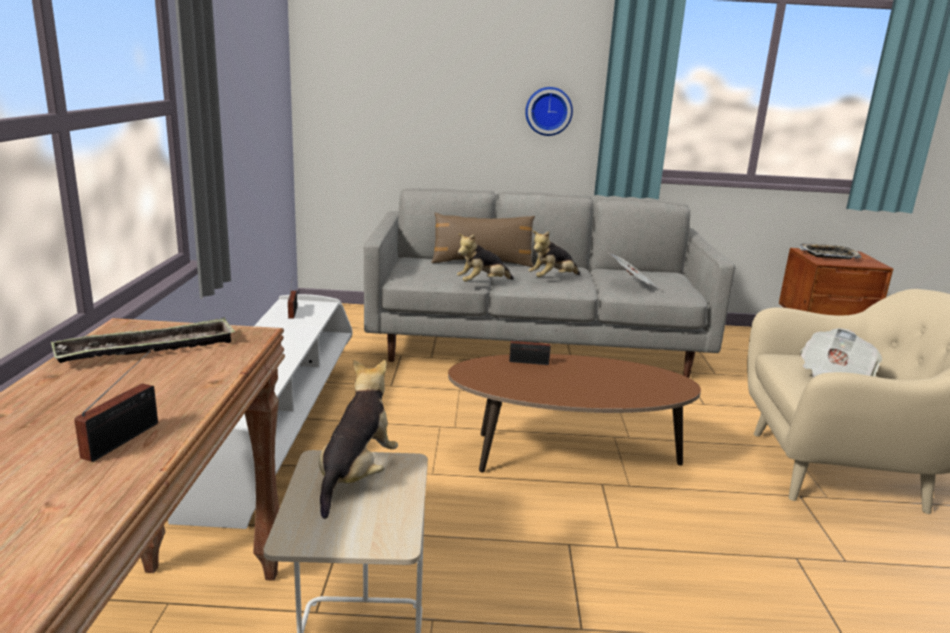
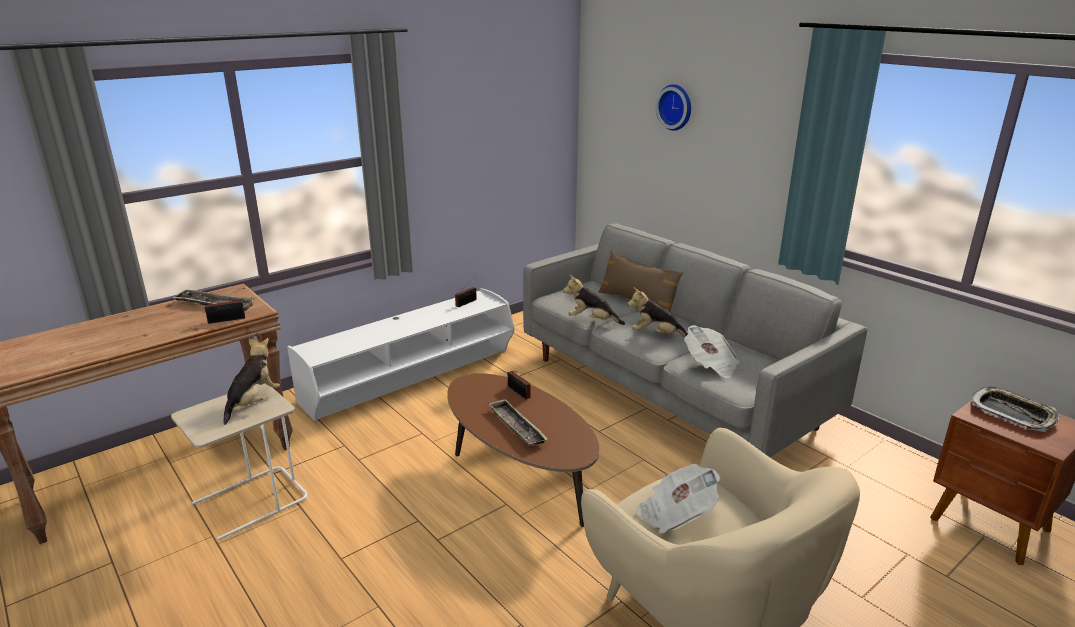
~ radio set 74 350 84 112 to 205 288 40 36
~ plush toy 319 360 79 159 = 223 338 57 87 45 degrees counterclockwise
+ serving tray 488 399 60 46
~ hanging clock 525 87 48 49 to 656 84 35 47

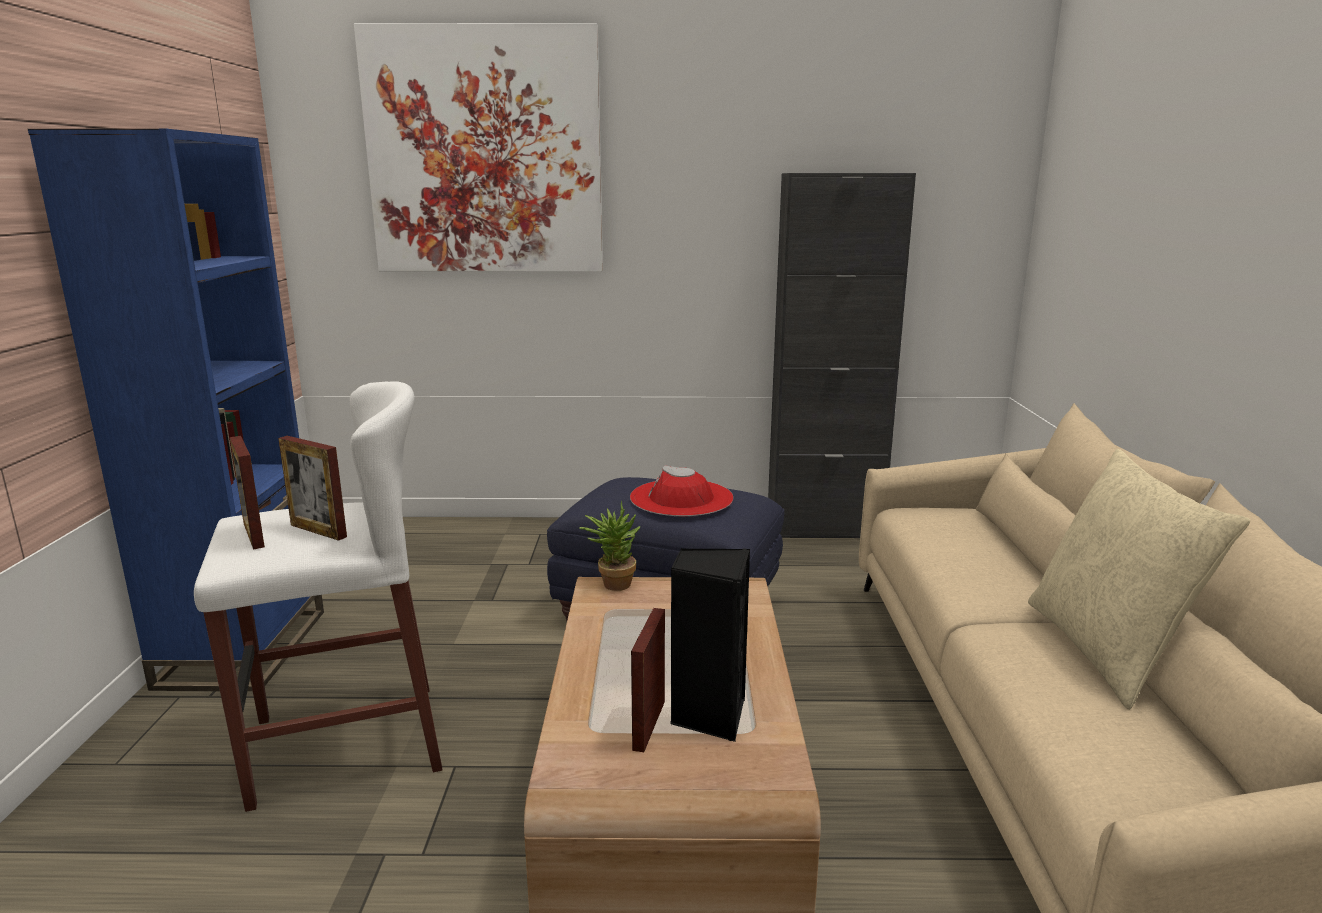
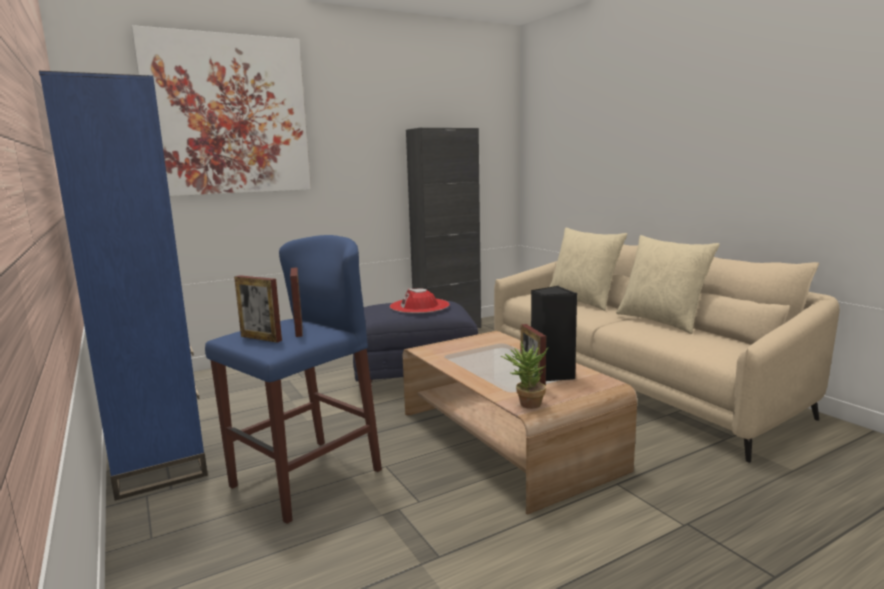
~ whitish stool 194 382 249 430 to blue-coloured stool 205 235 177 289
~ picture frame 278 436 69 105 = 290 267 13 70 75 degrees clockwise
~ potted plant 580 500 61 91 to 501 341 48 68
+ sand-coloured cushion 550 227 77 84

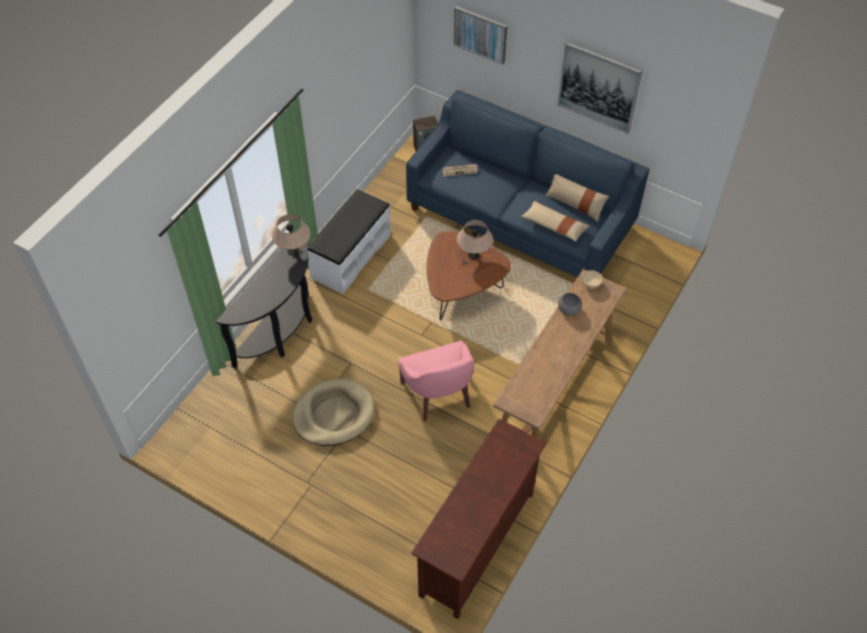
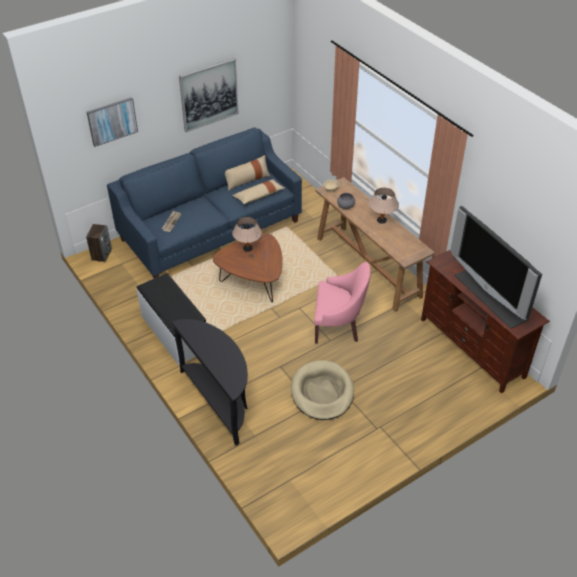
~ sand-coloured tabletop lamp 272 214 38 42 to 368 188 31 36
+ TV 450 206 92 123

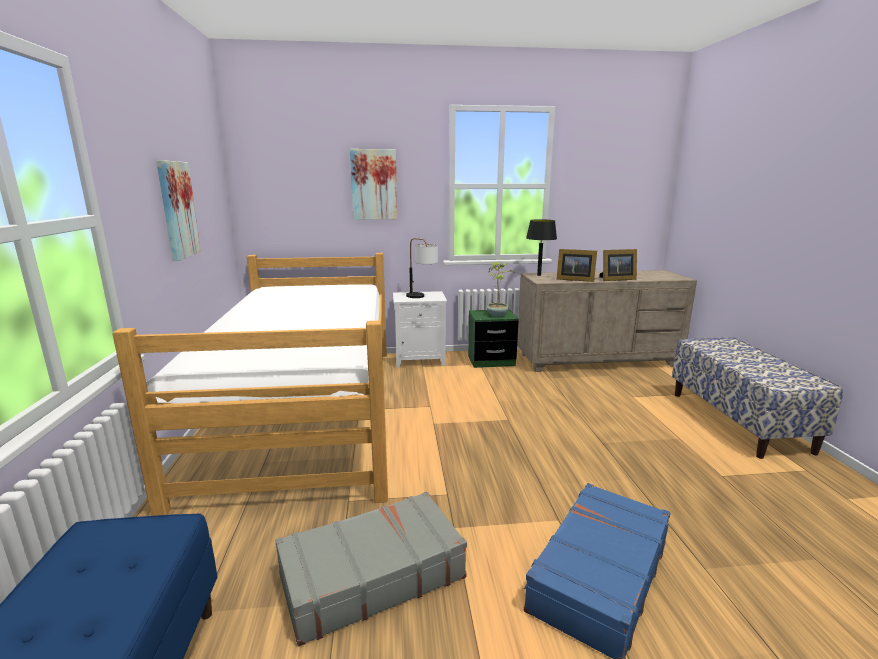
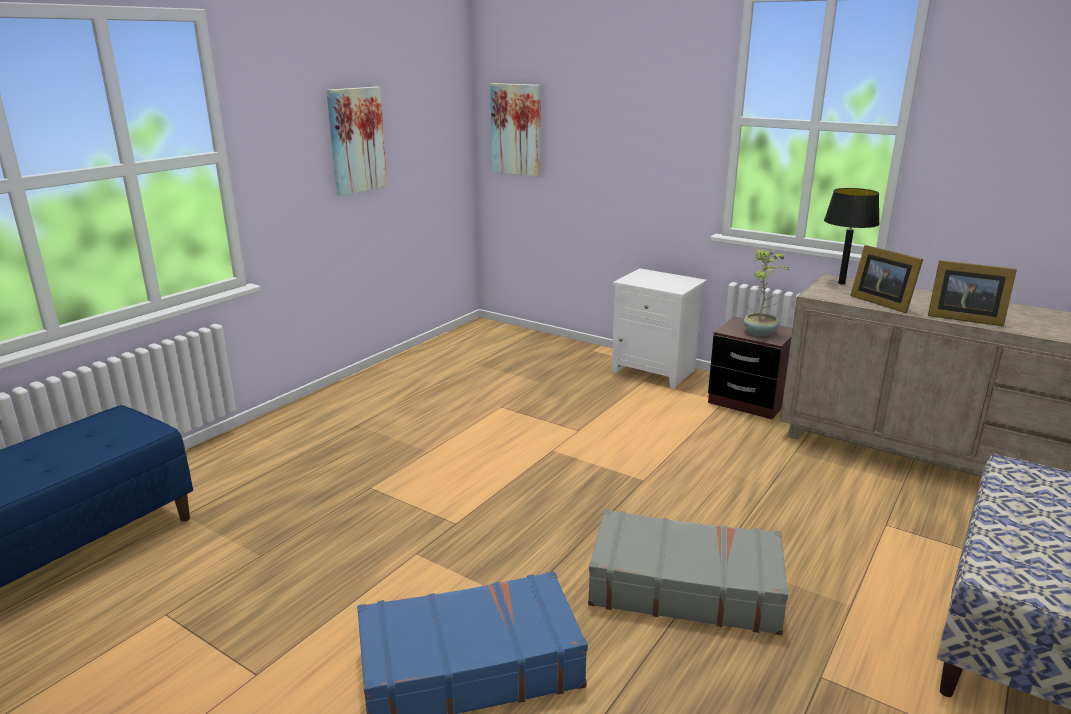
~ picture 350 149 47 71 to 490 83 51 94
~ grey travel case 275 492 192 154 to 588 509 201 126
~ greenish nightstand 468 309 51 59 to brownish nightstand 708 317 85 103
- sleeping bed 112 253 276 263
- tabletop lamp 406 238 32 60

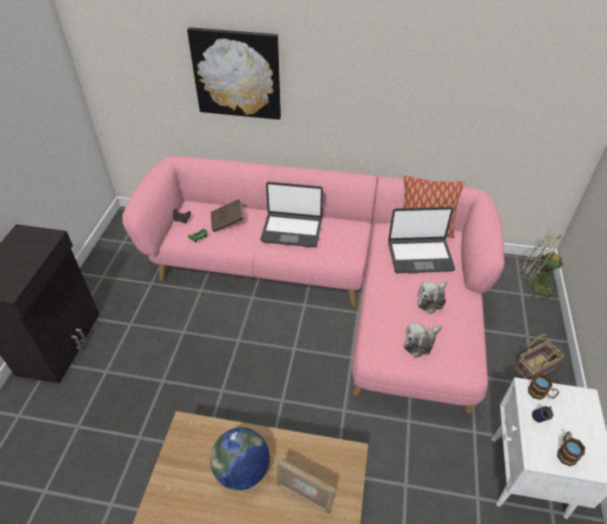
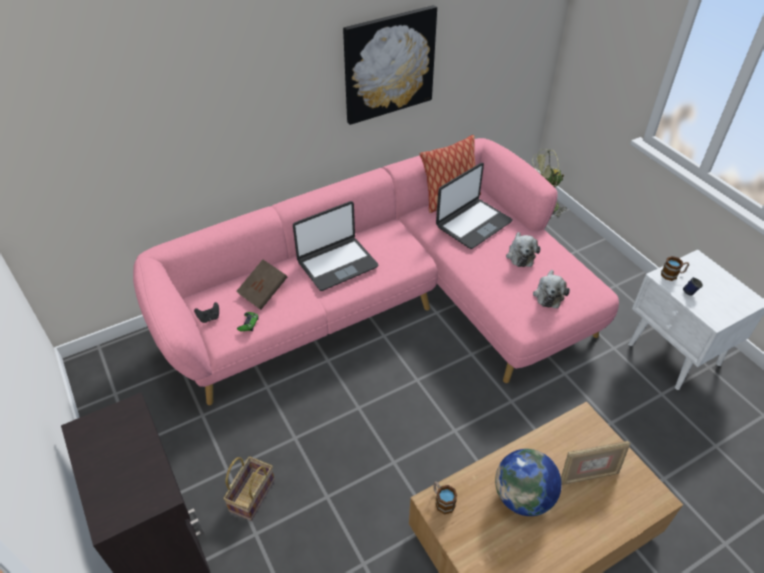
~ household basket 515 334 49 46 to 223 457 52 64
~ picture 187 27 94 93 to 343 5 94 120
~ coffee mug 557 431 28 35 to 433 481 24 33

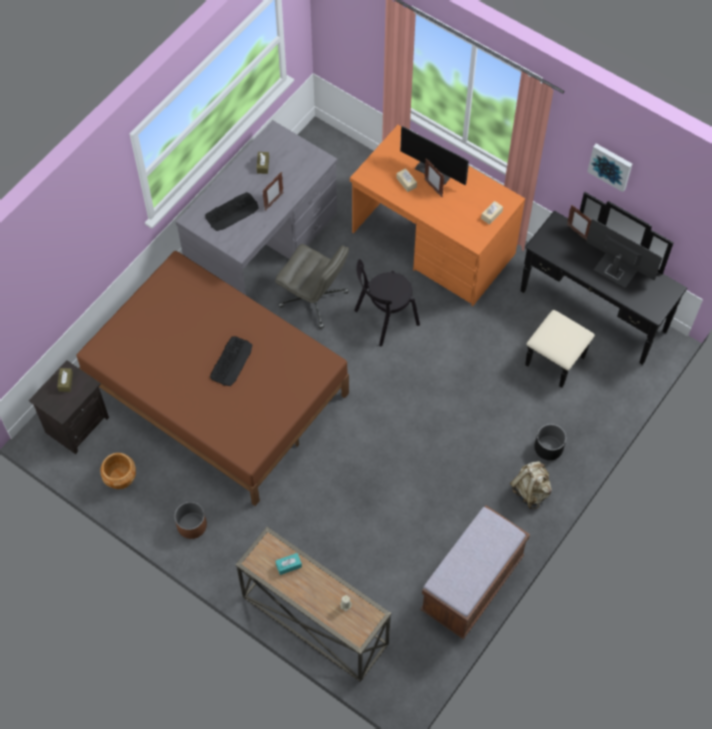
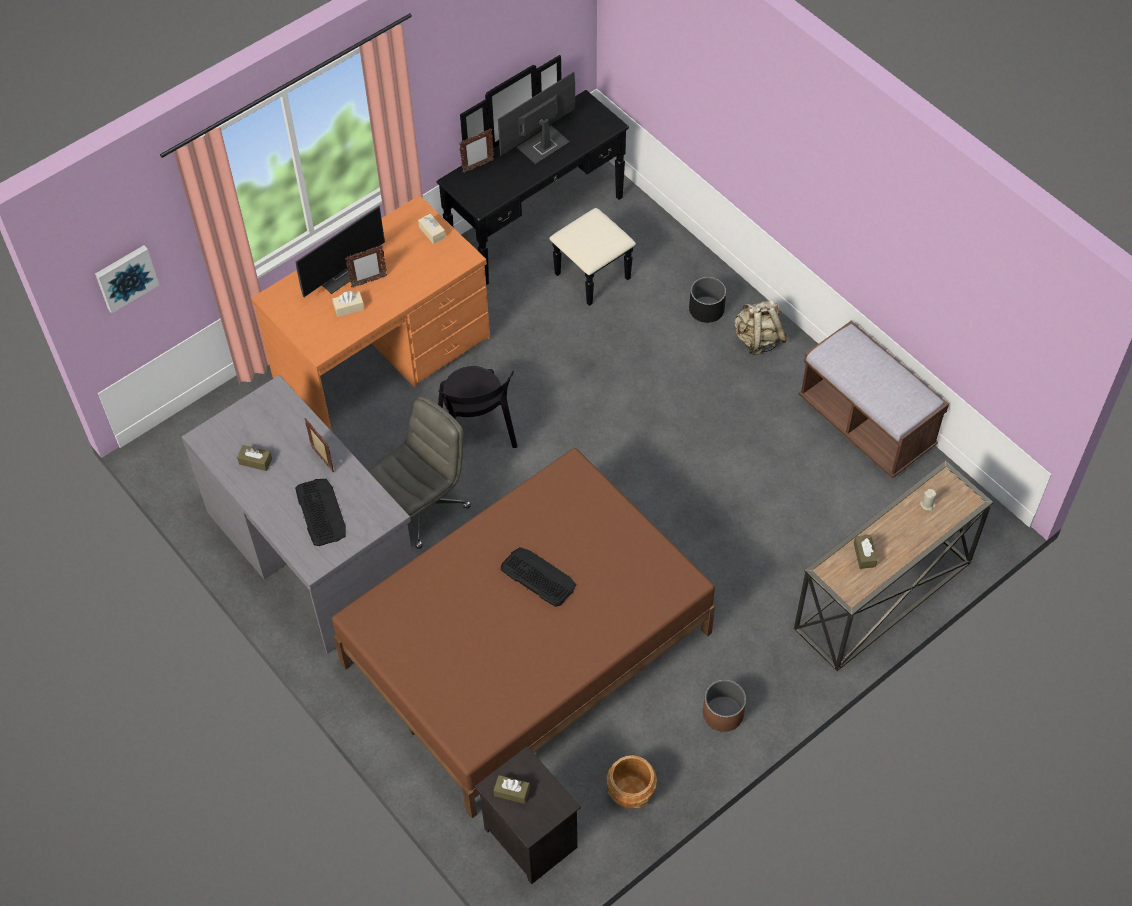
~ picture 587 144 45 48 to 95 245 64 68
~ turquoise-coloured tissue holder 275 553 27 22 to brownish tissue holder 854 535 23 34

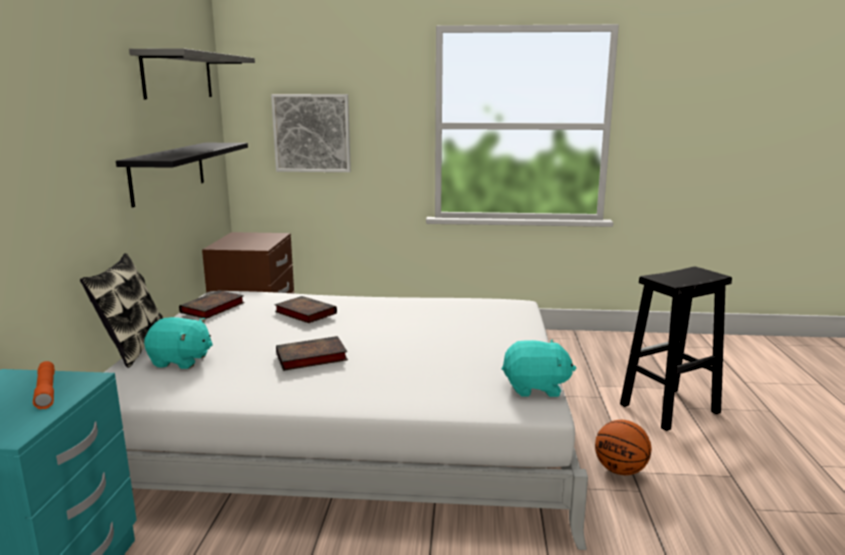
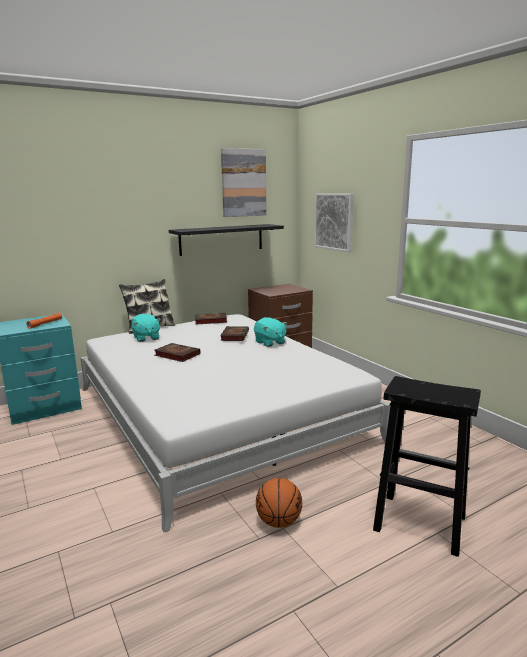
~ grey shelf 129 48 126 51 to picture 221 148 46 69
~ turquoise-coloured plush toy 502 339 74 58 to 254 317 33 30

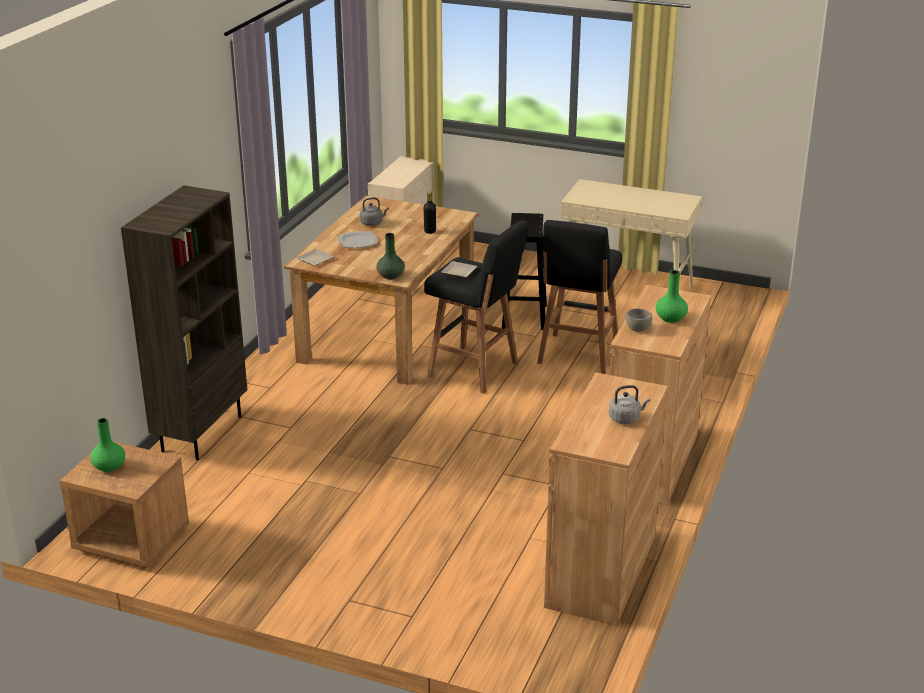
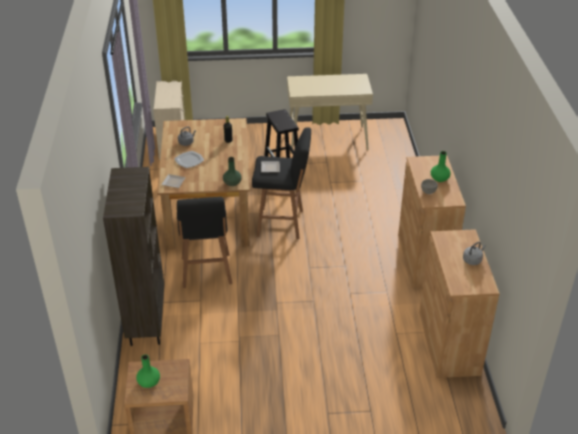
~ blackish stool 537 220 85 154 to 177 197 55 91

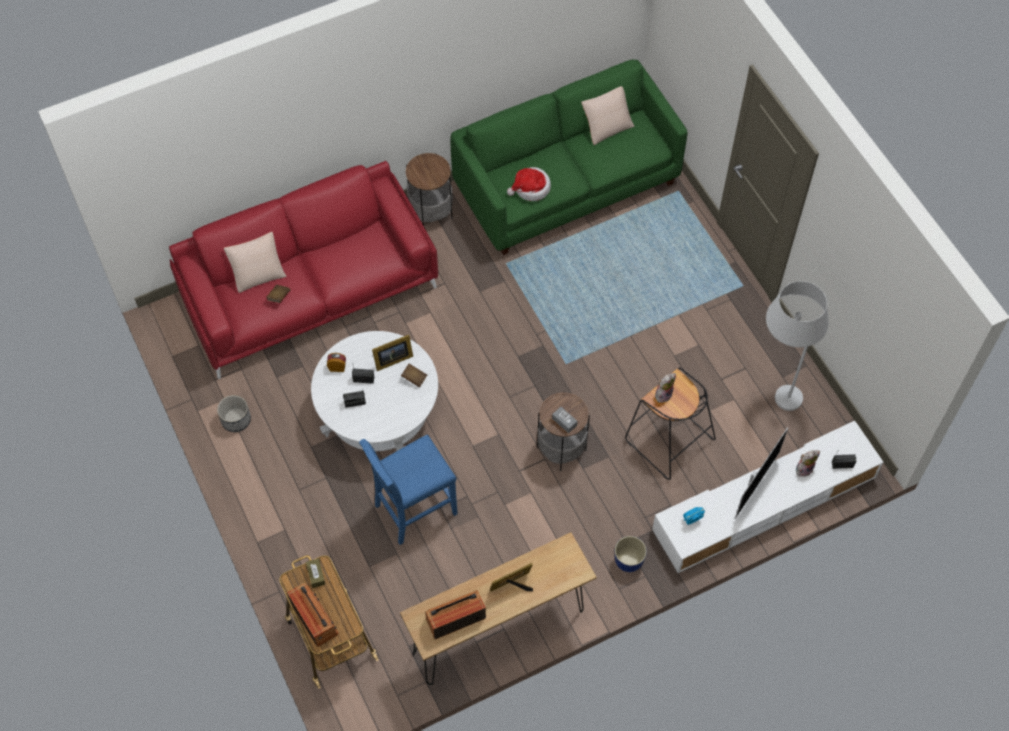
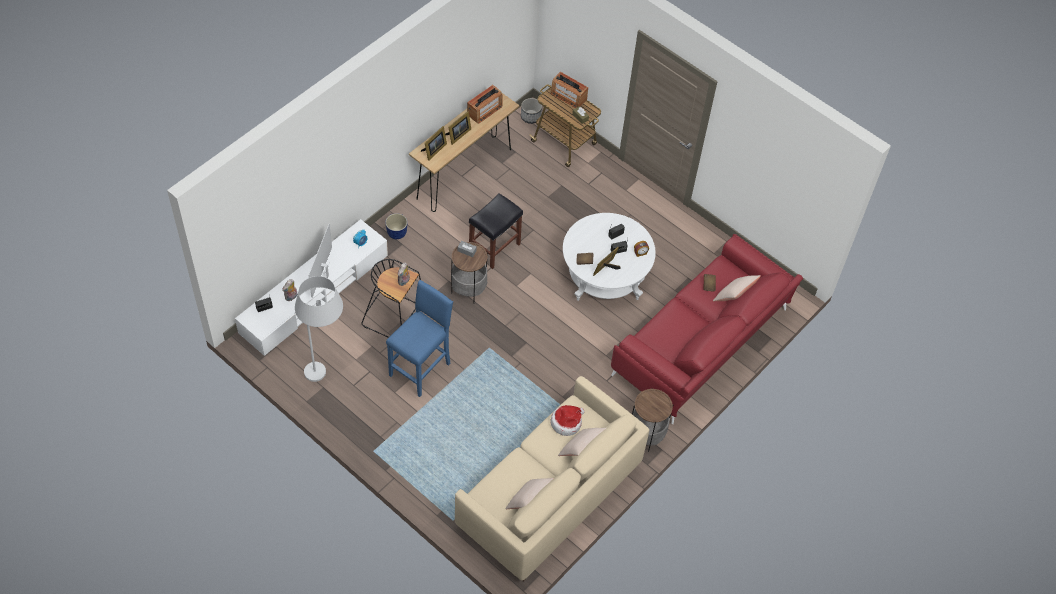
~ blue-coloured stool 359 434 99 111 to 386 280 67 117
+ picture frame 421 126 26 35
~ greenish couch 451 60 237 195 to sand-coloured couch 455 376 194 205
+ blackish stool 469 193 54 76
~ plant pot 217 395 34 37 to 521 98 21 26
+ sand-coloured cushion 558 428 48 28

